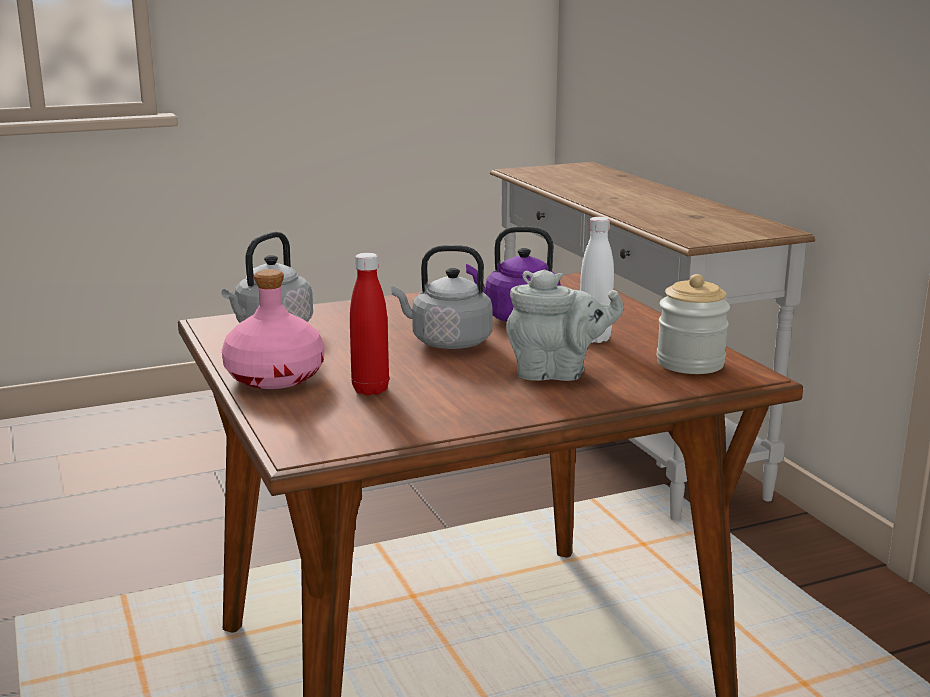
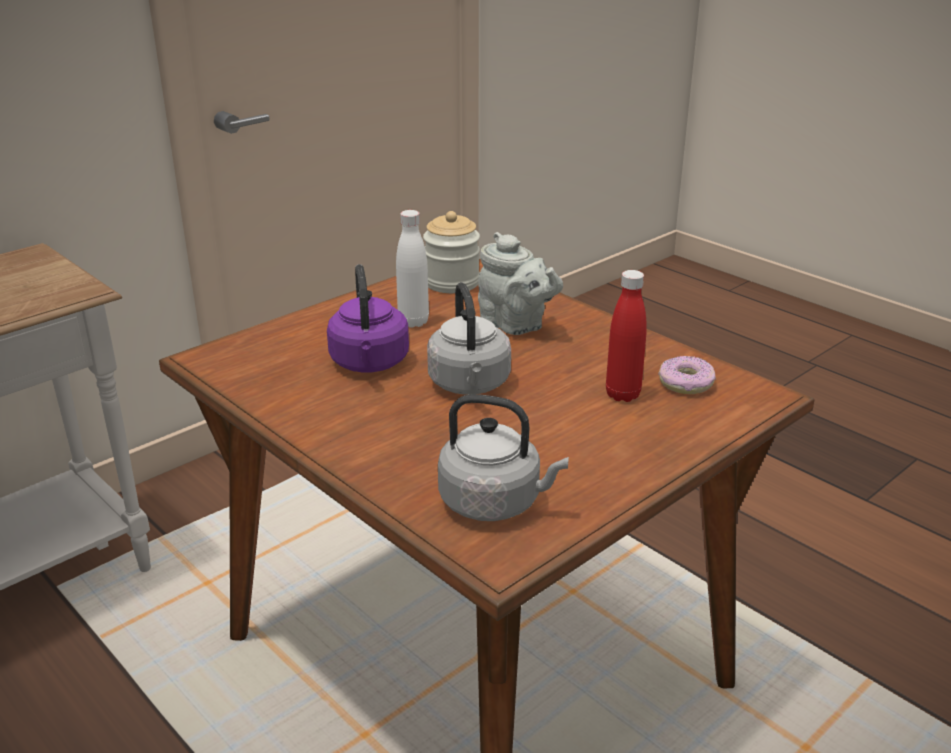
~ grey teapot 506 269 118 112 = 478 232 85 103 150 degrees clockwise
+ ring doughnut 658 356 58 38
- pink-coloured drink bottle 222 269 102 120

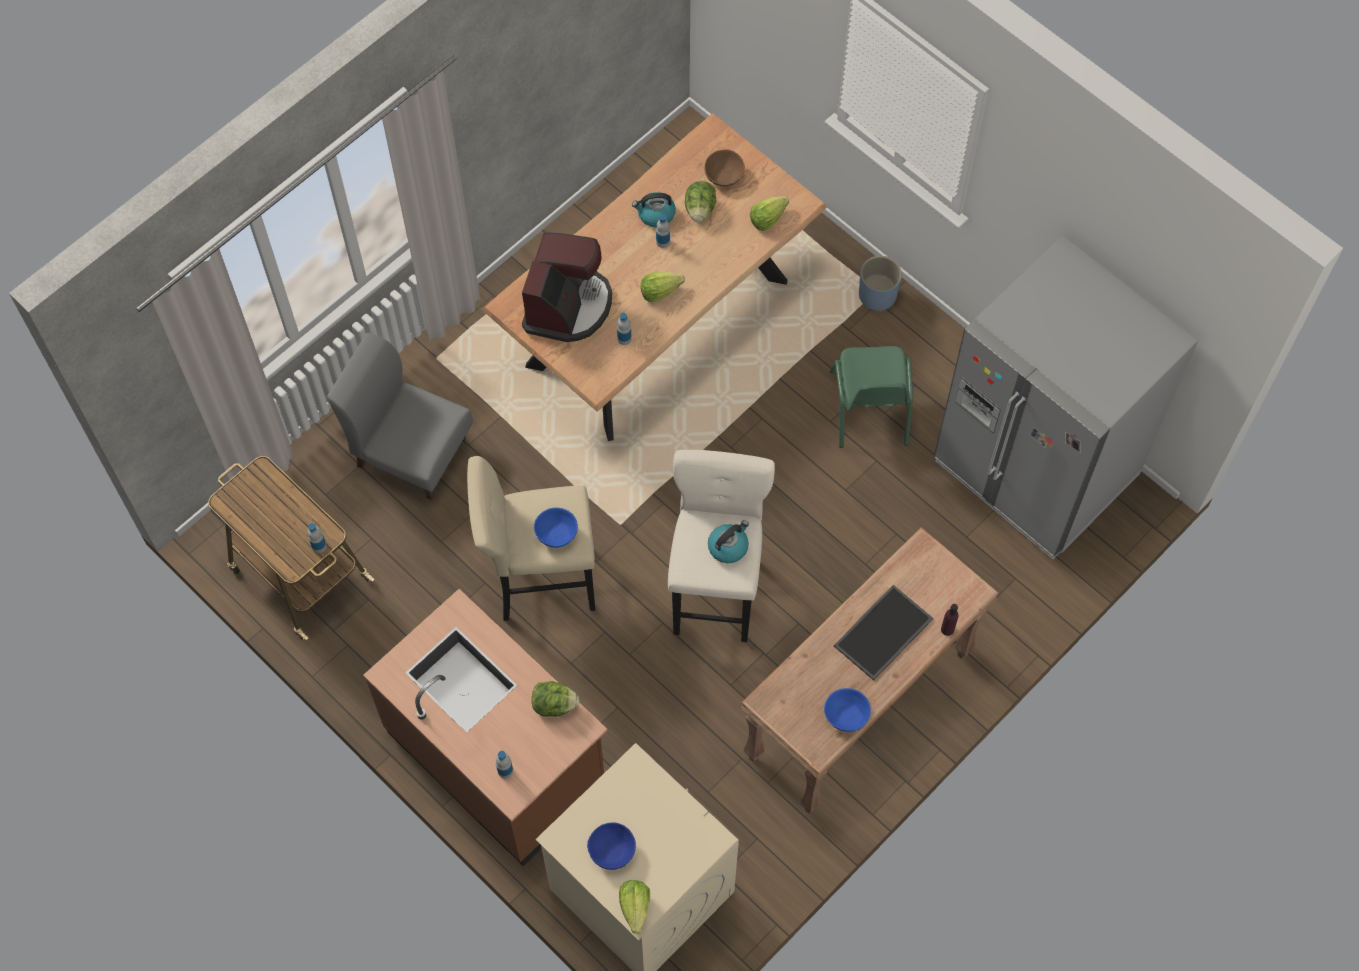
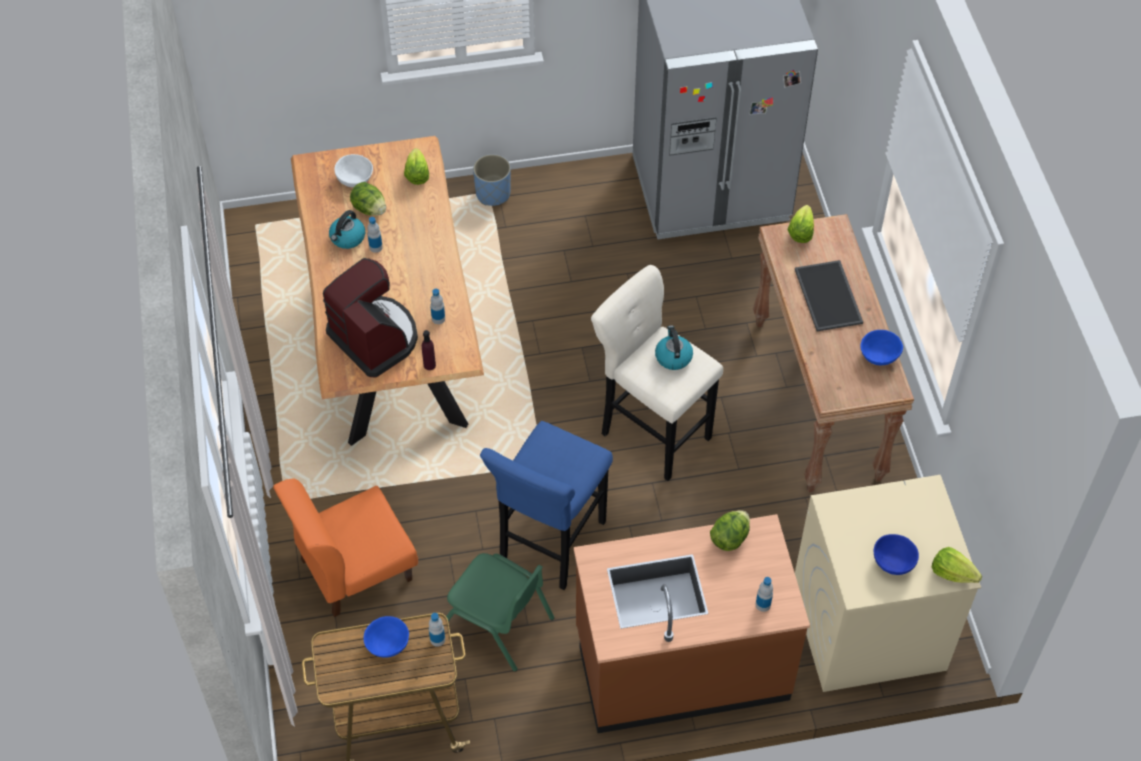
~ grey chair 327 333 146 167 to orangey chair 273 478 145 139
~ brownish bowl 704 149 41 38 to whitish bowl 334 154 39 33
~ blue-coloured bowl 534 508 44 40 to 364 616 45 42
~ purplish drink bottle 941 604 17 32 to 422 330 14 40
~ greenish chair 830 346 83 102 to 445 553 109 119
~ sand-coloured stool 467 456 128 165 to blue-coloured stool 480 421 133 169
~ head of lettuce 641 272 44 30 to 788 205 26 38

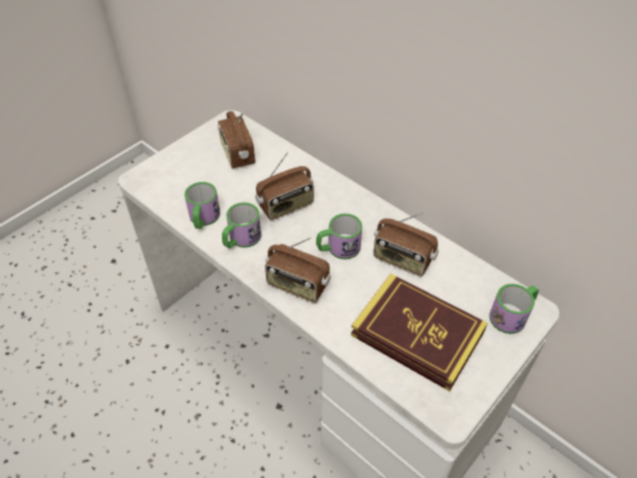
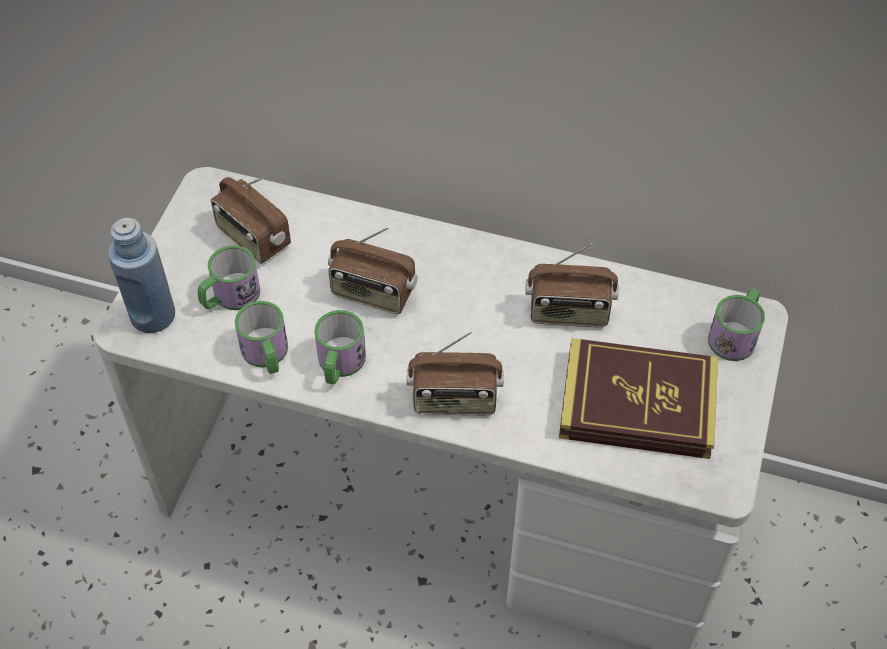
+ blue-coloured drink bottle 108 218 67 115
~ coffee mug 316 213 46 46 to 198 245 62 65
~ radio set 255 152 59 68 = 328 227 90 87 75 degrees clockwise

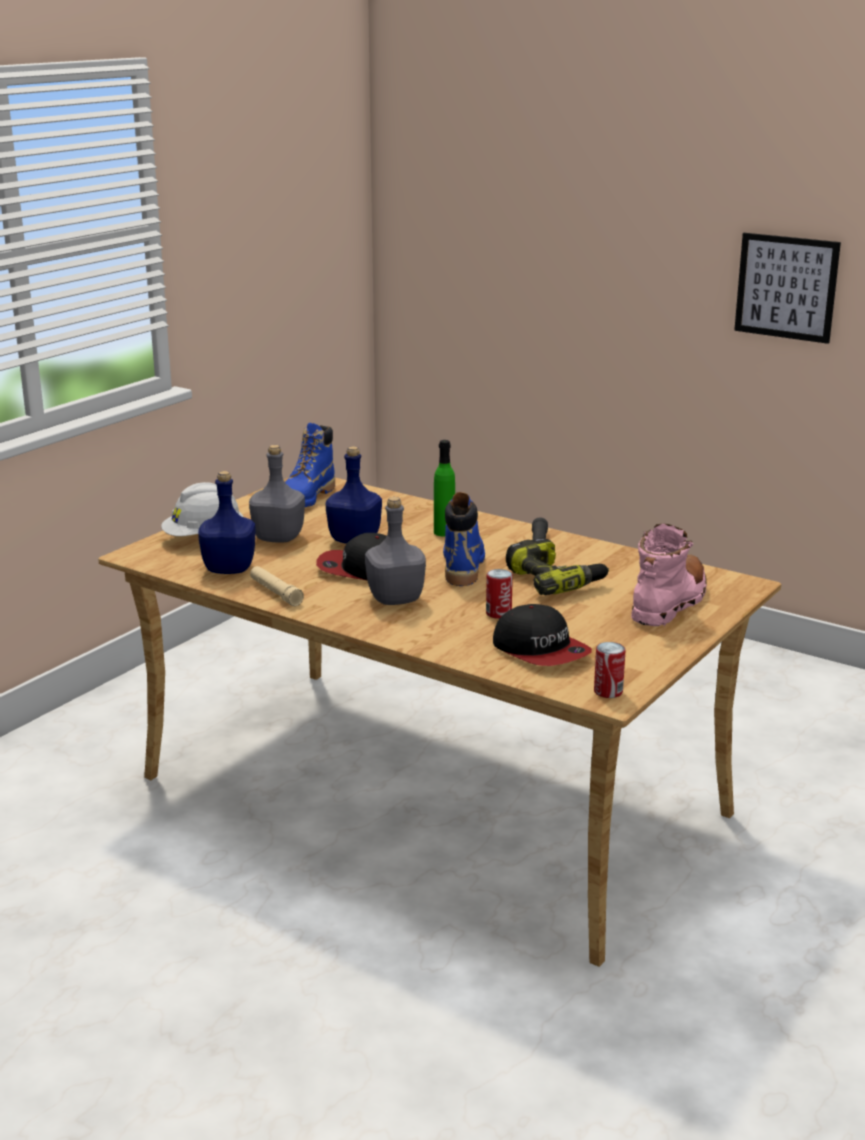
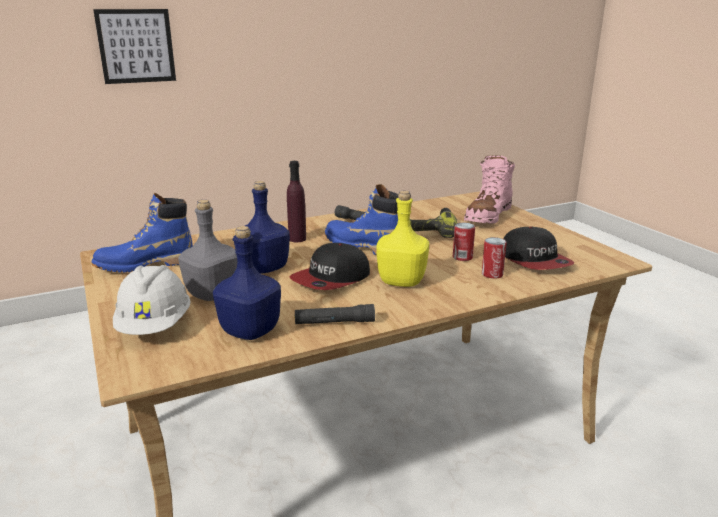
~ blue-coloured tall boot 285 423 50 84 = 92 193 101 80 105 degrees clockwise
~ picture 734 233 107 111 to 93 9 83 75
~ greenish drink bottle 434 440 21 97 to purplish drink bottle 287 161 19 81
~ sand-coloured torch 250 566 54 40 to blackish torch 294 304 81 20
~ grey drink bottle 365 497 61 108 to yellow-coloured drink bottle 376 191 53 96
~ pink-coloured tall boot 631 523 76 103 = 464 155 51 69 120 degrees counterclockwise
~ metal can 594 642 31 56 to 482 237 25 42
~ baseball cap 493 604 99 62 = 503 227 71 43 75 degrees clockwise

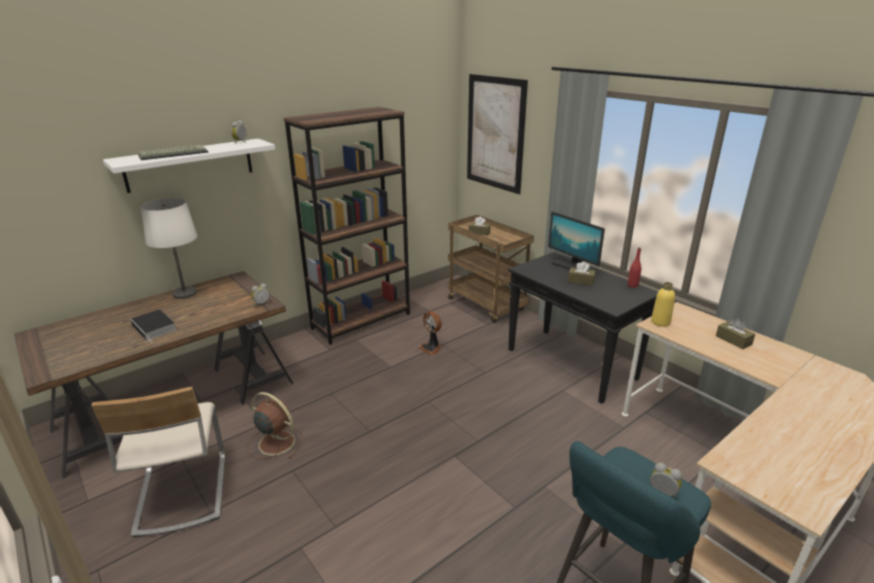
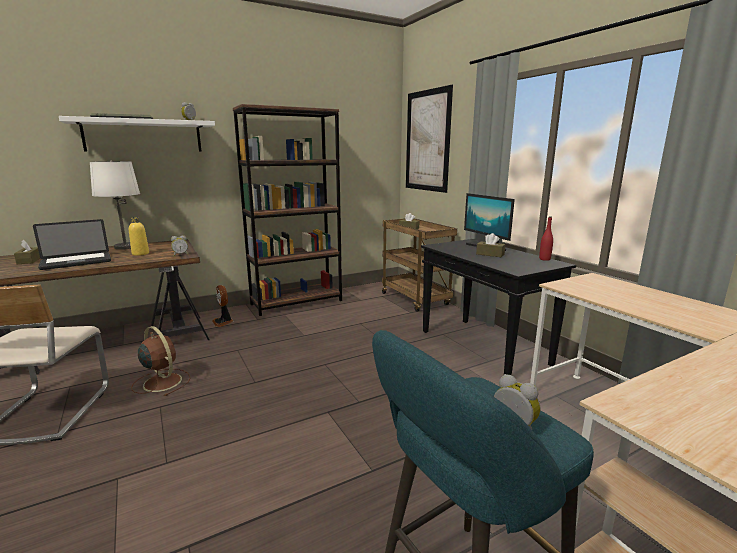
~ brownish tissue holder 716 318 39 31 to 14 240 26 24
~ book 130 309 47 33 to laptop 33 219 78 51
~ yellow-coloured drink bottle 651 282 24 45 to 129 217 20 39
~ fan 418 311 24 44 to 212 285 21 42

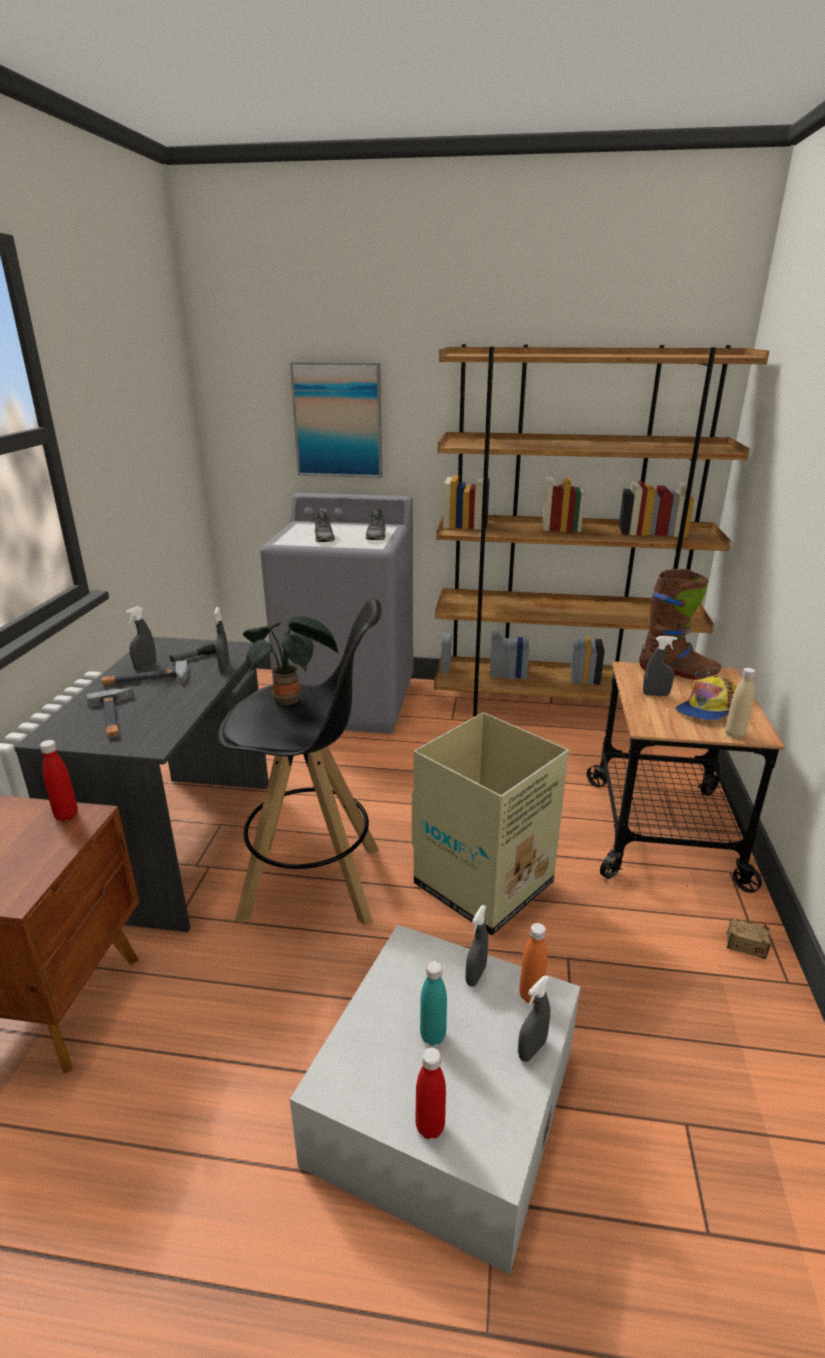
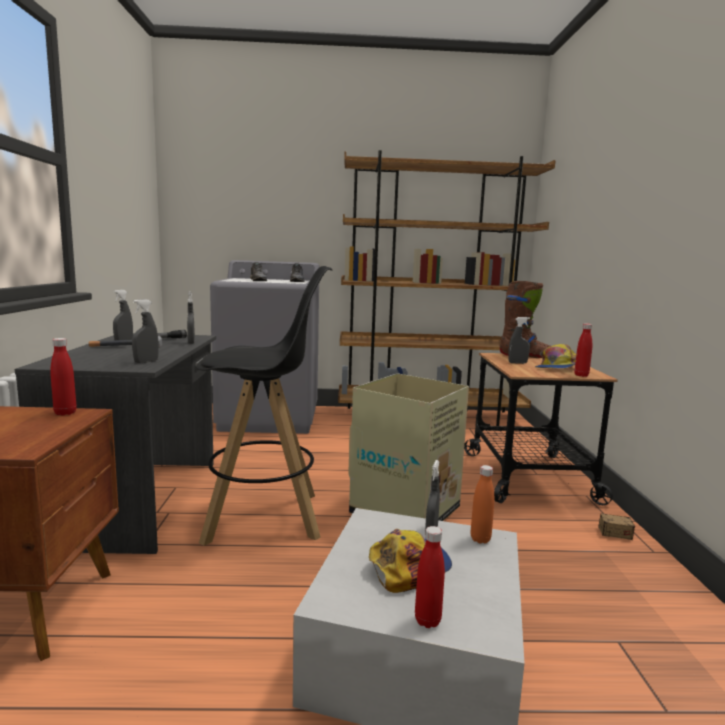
~ grey spray bottle 518 975 32 87 to 132 299 27 64
~ turquoise-coloured drink bottle 420 961 27 84 to baseball cap 369 529 83 64
~ sand-coloured drink bottle 726 668 30 70 to red drink bottle 574 324 18 53
- tool hammer 87 688 47 50
- potted plant 243 616 96 89
- picture 290 362 92 116

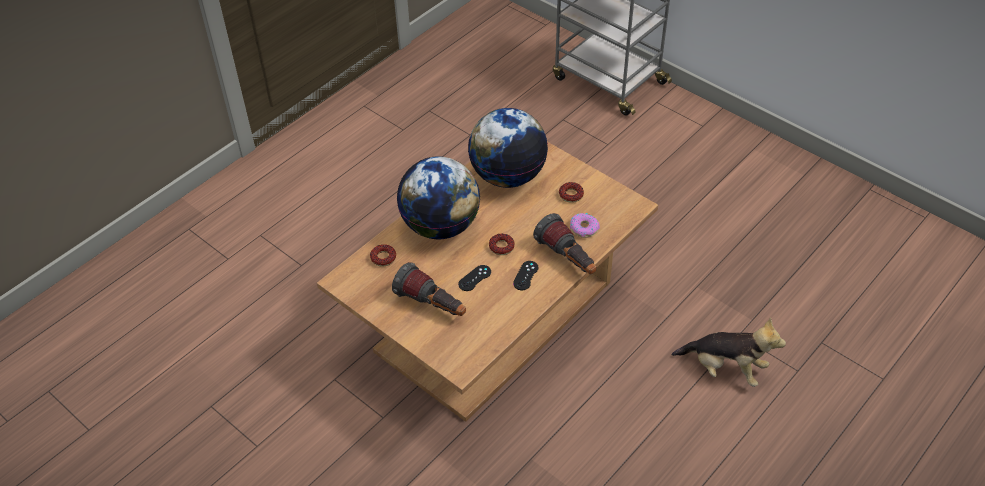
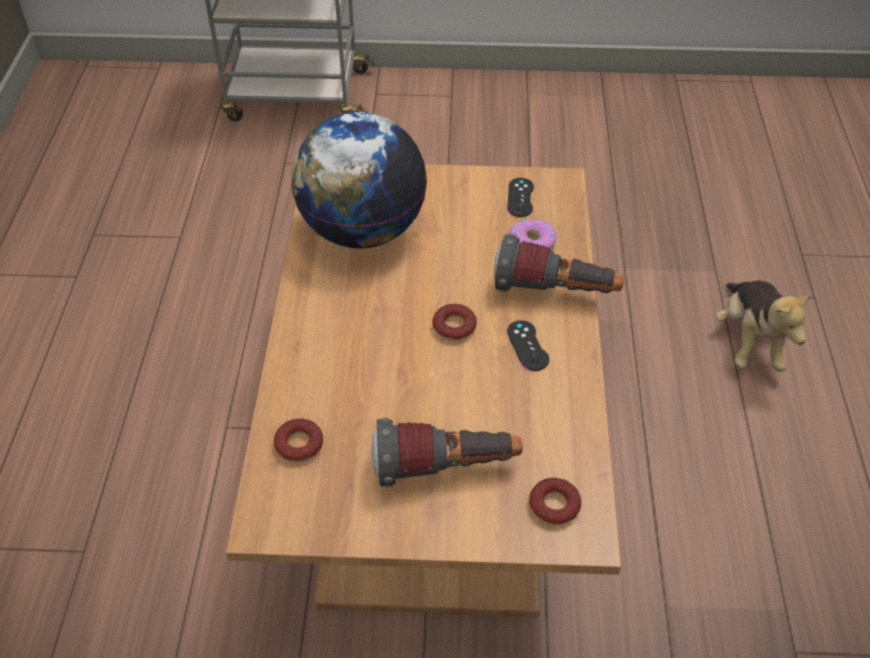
~ blackish gamepad 458 265 33 26 to 507 178 27 39
~ ring doughnut 559 182 25 21 to 529 478 52 47
~ plush toy 672 317 114 70 = 716 280 96 92 105 degrees clockwise
- globe 397 156 83 83

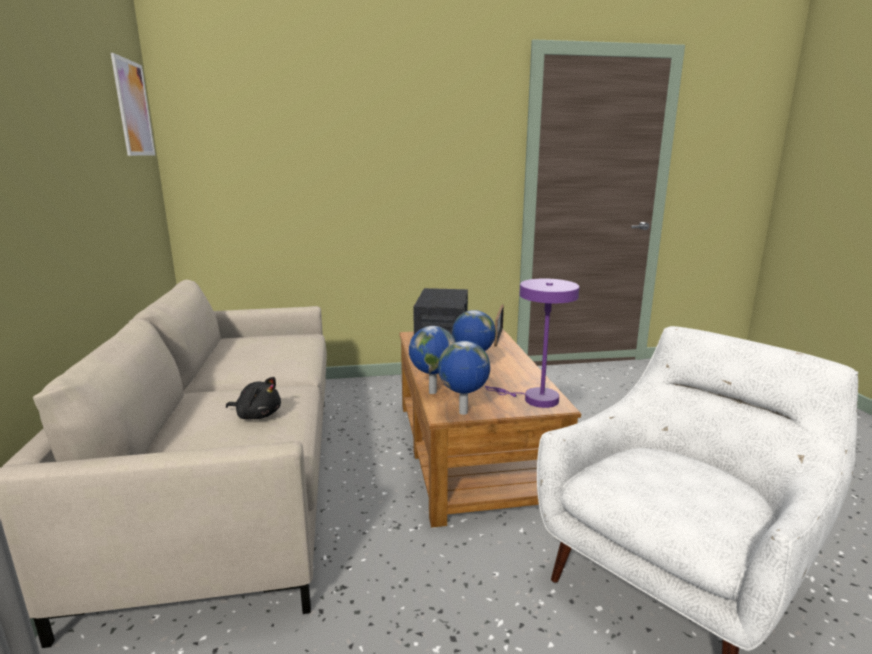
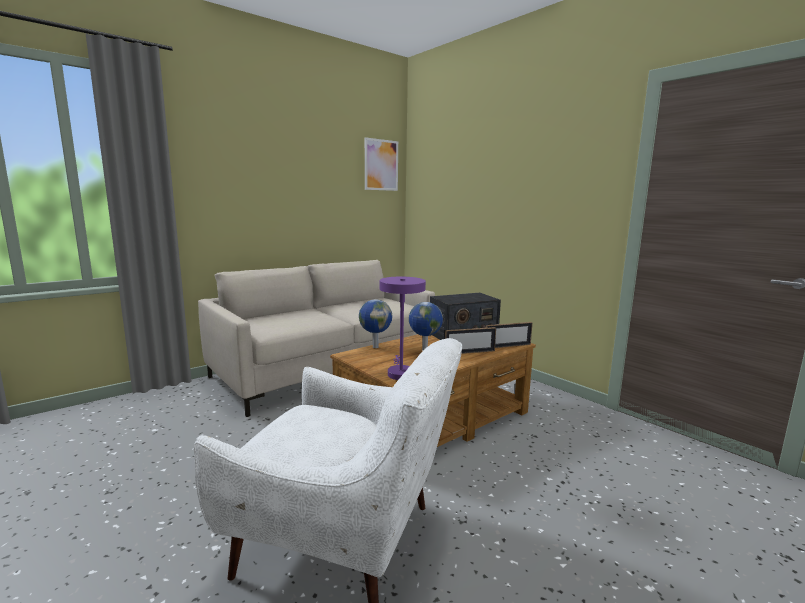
+ picture frame 445 327 51 27
- blackish plush toy 226 377 55 42
- globe 438 341 52 74

